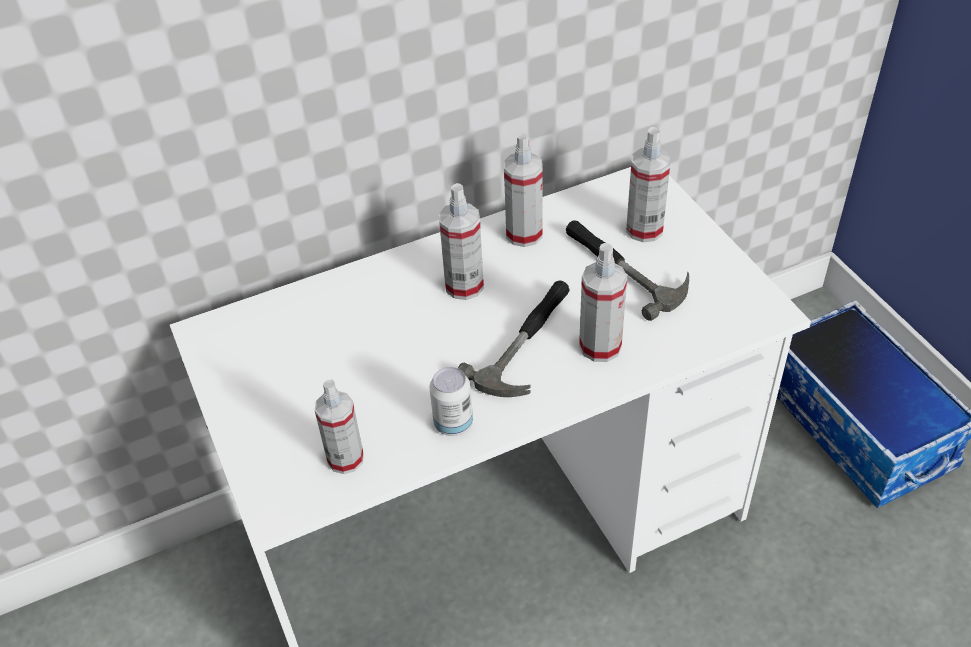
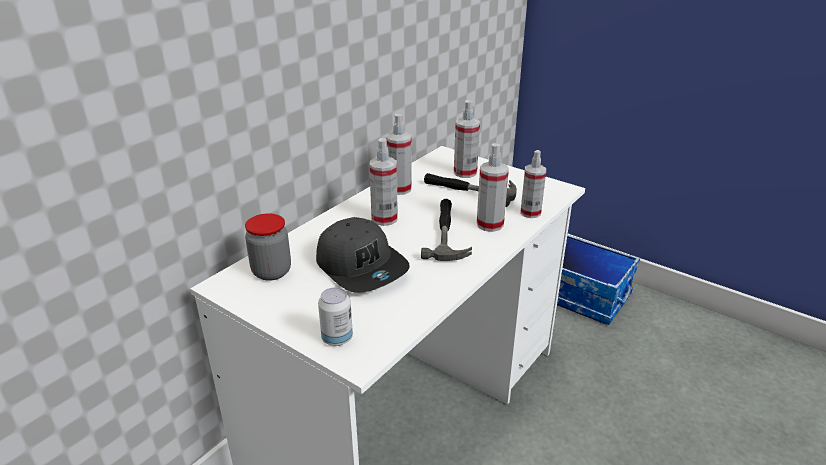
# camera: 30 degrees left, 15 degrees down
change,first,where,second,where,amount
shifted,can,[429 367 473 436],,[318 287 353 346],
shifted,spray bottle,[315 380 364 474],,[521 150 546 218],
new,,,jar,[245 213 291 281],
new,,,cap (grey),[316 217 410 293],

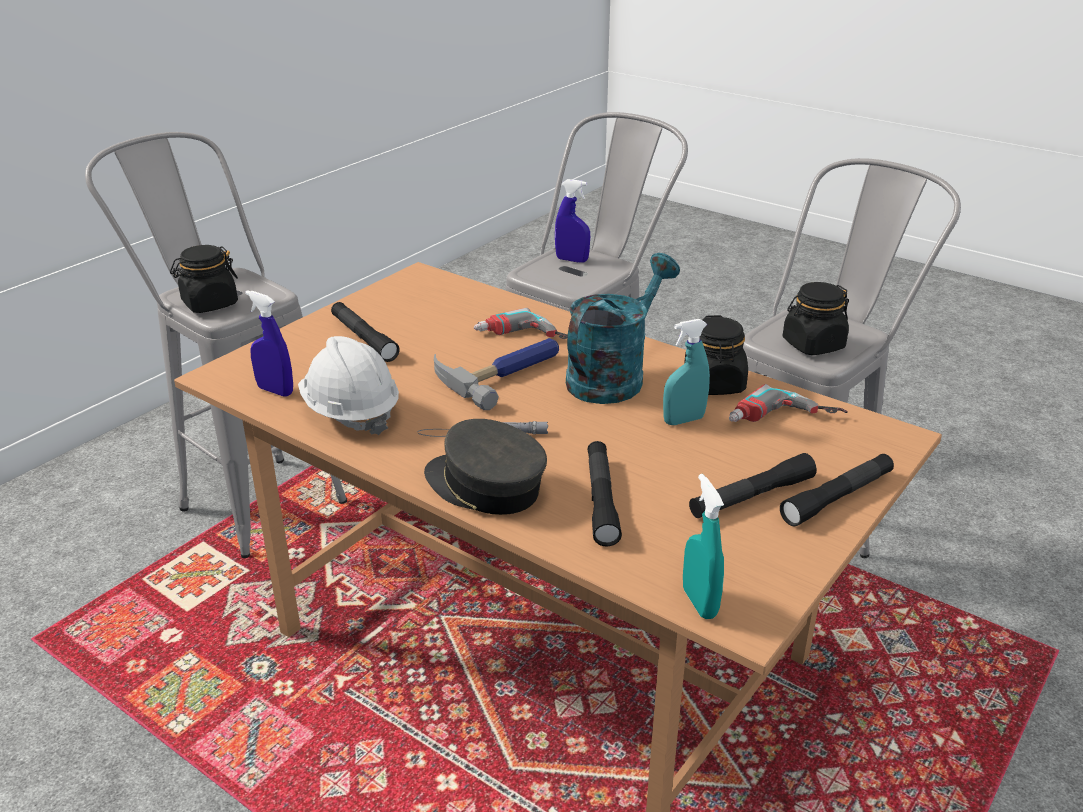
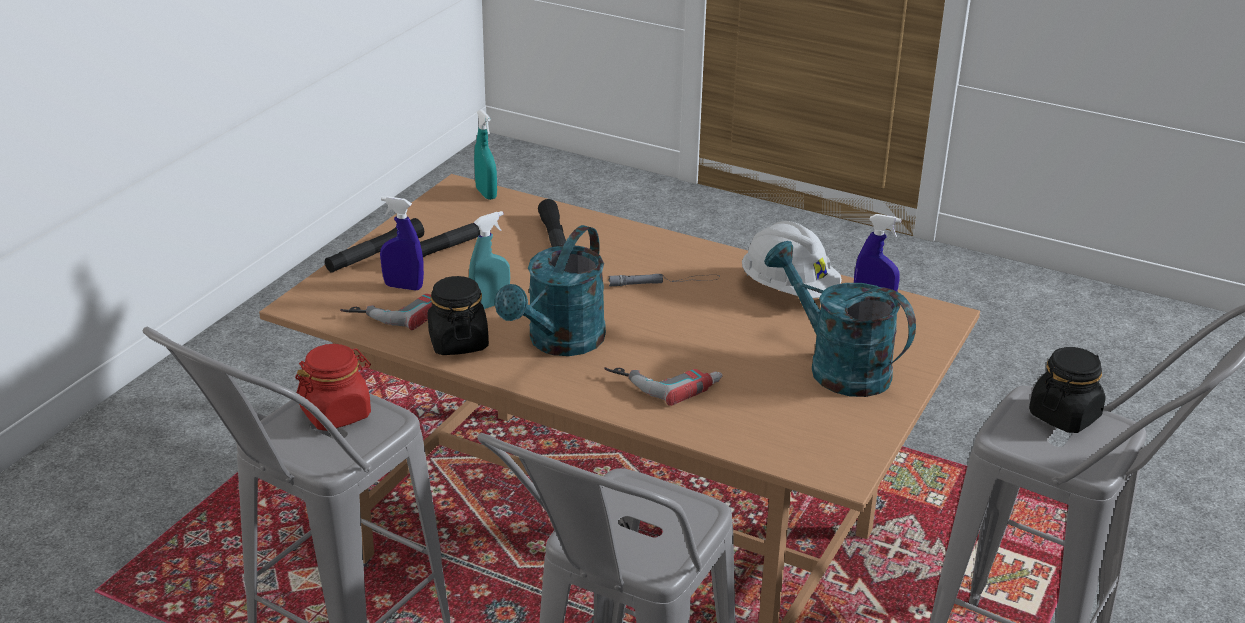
# camera: 170 degrees right, 0 degrees up
change,first,where,second,where,amount
shifted,spray bottle (blue),[555 179 590 263],,[380 196 424 290],
repainted,jar (black),[783 282 849 355],jar (red),[295 344 371 431],
swapped,flashlight (black),[331 302 400 362],watering can (turquoise),[764 241 916 397],
gone,hammer,[434 338 559 410],,,
gone,cap (grey),[424 419 547 515],,,

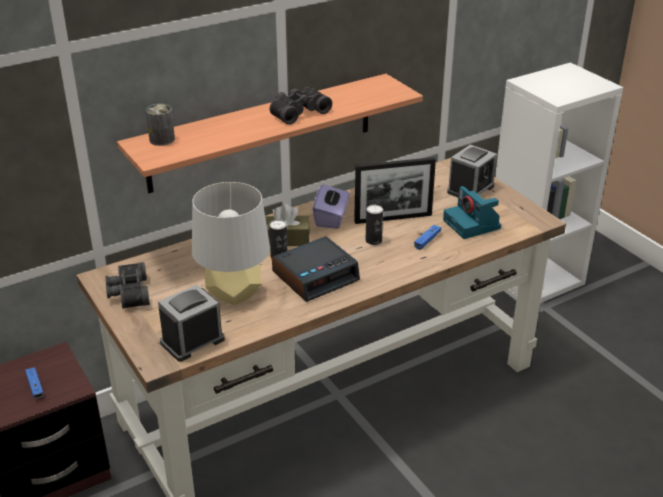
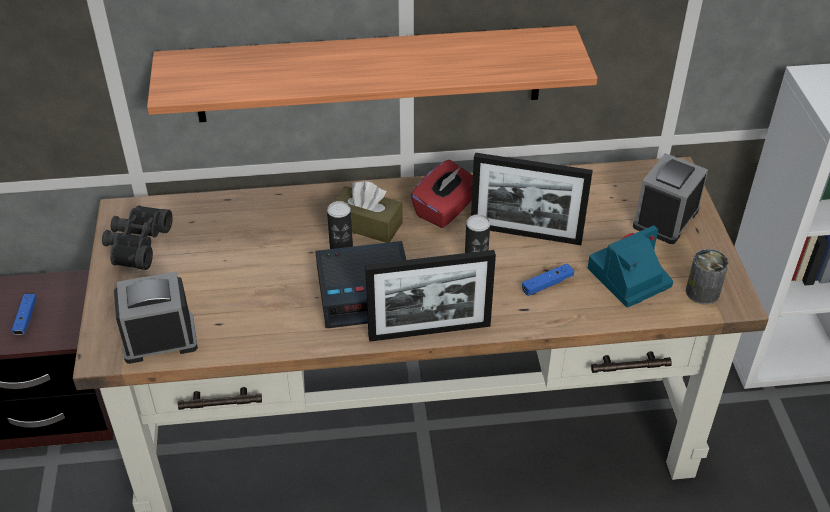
# camera: 25 degrees right, 10 degrees up
change,first,where,second,where,amount
gone,binoculars (black),[270 87 332 125],,,
shifted,can,[146 104 175 146],,[686 249 729 305],
rotated,alarm clock,[447 145 497 197],,[633 153 708 244],150 degrees clockwise
gone,table lamp (grey),[192 182 270 305],,,
repainted,tissue box (purple),[313 184 349 229],tissue box (red),[411 160 473 228],
rotated,photo camera,[443 186 501 239],,[588 226 673 307],60 degrees clockwise
new,,,picture frame,[365 250 496 342],

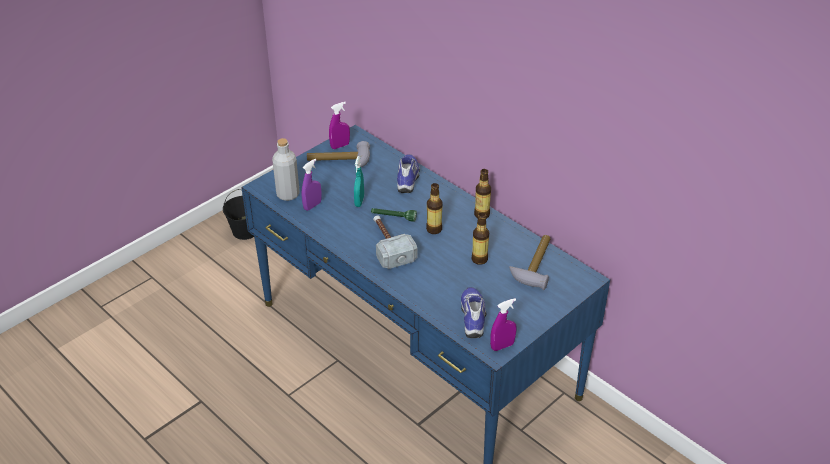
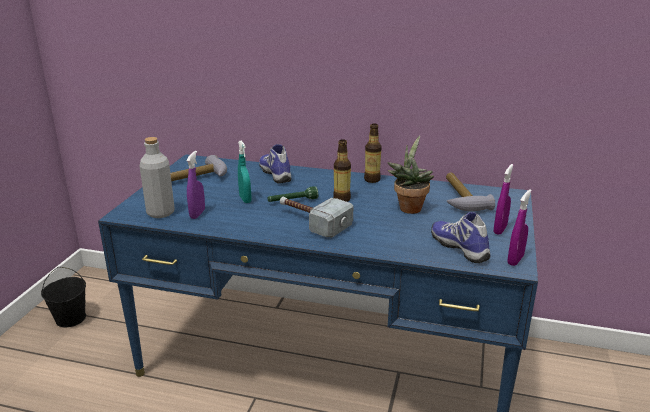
# camera: 30 degrees left, 15 degrees down
change,first,where,second,where,amount
shifted,spray bottle (purple),[329 102 350 149],,[494 164 513 235],
swapped,bottle,[471 213 489 265],potted plant,[387 136 434 214],

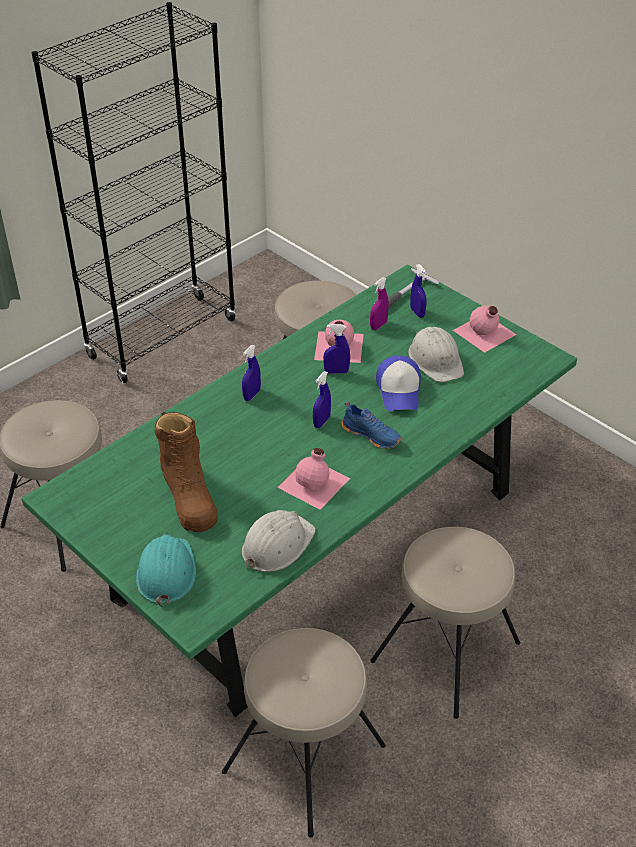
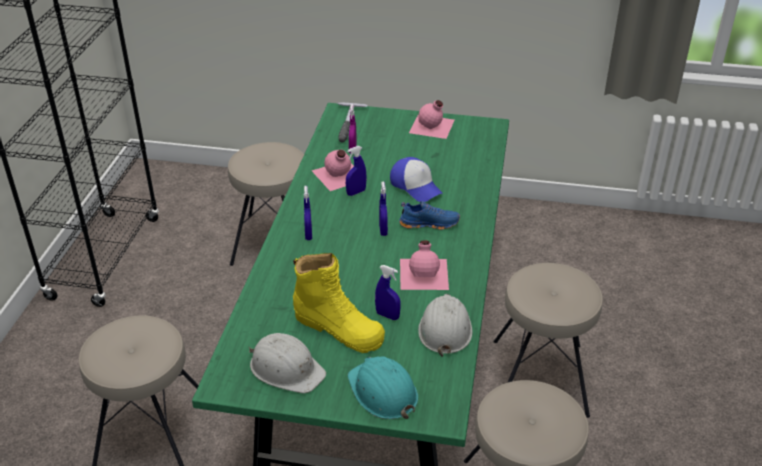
# camera: 35 degrees left, 5 degrees down
change,first,where,second,where,amount
shifted,spray bottle (blue),[410 264 427 318],,[375 265 401 320],
shifted,hard hat (white),[408 327 464 382],,[249 333 326 393],
repainted,boot (brown),[155 412 218 532],boot (yellow),[293 253 385 353],

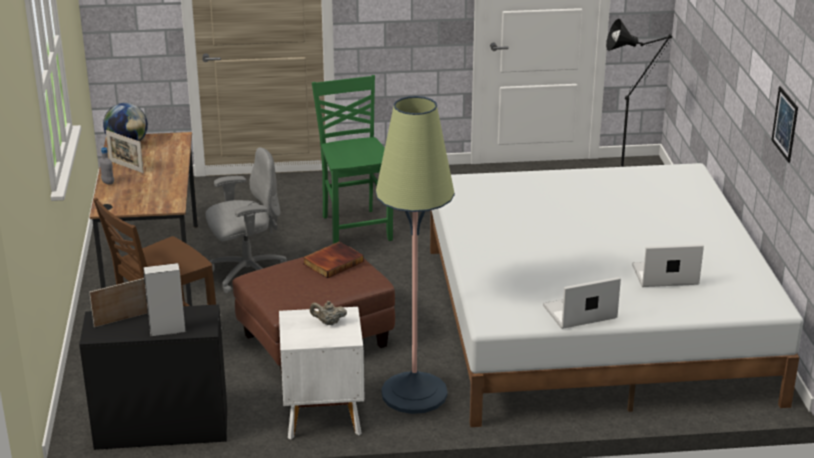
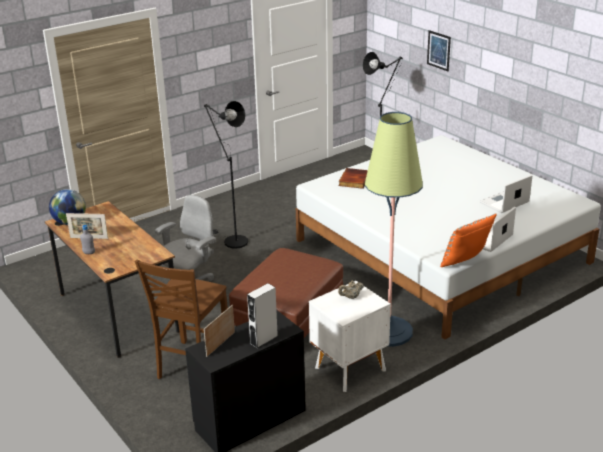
# camera: 30 degrees left, 0 degrees up
change,first,where,second,where,amount
swapped,chair (green),[312 75 393 244],floor lamp (black),[204 101 248 249],
shifted,picture,[771 86 798 163],,[427 30 451 71],
shifted,book,[303 242 364 279],,[339 168 368 189],
new,,,pillow (orange),[440 213 497 267],

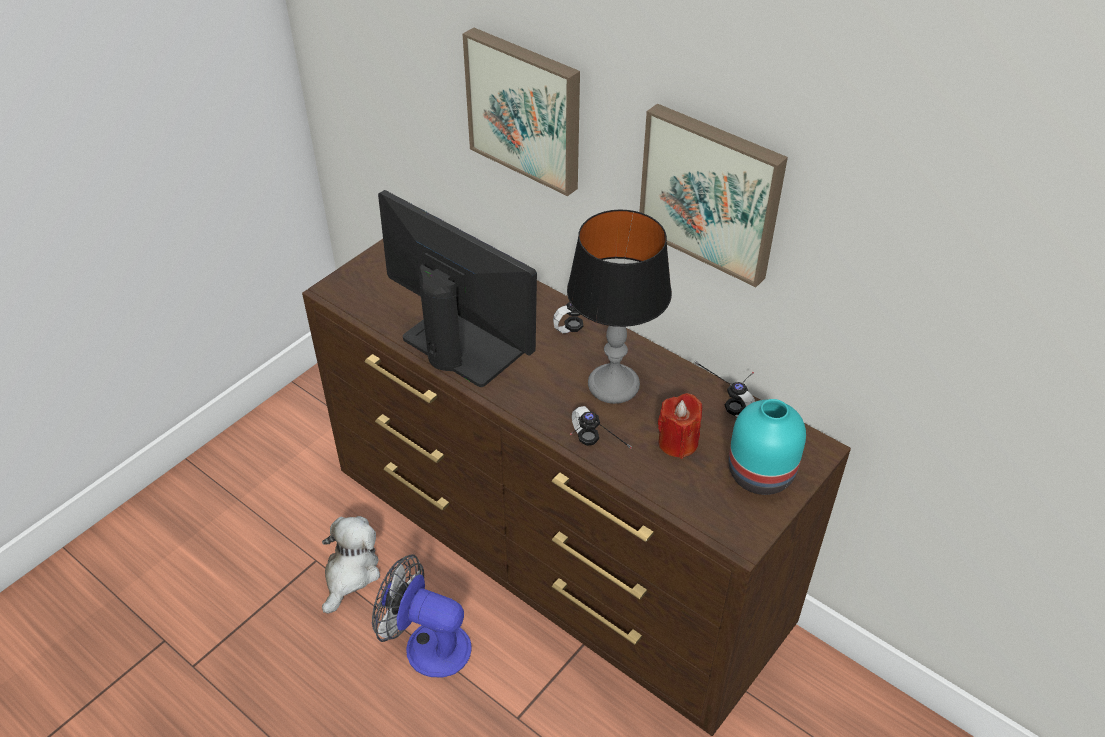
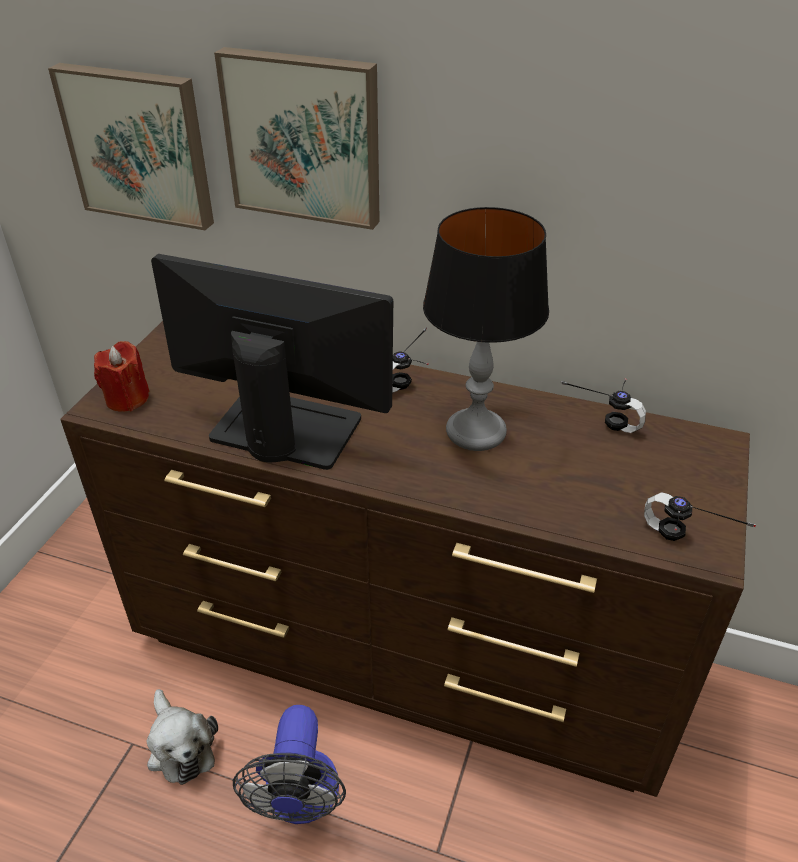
# camera: 20 degrees left, 5 degrees down
change,first,where,second,where,amount
shifted,picture,[639 103 788 287],,[48 63 214 230],
shifted,candle (red),[658 393 702 459],,[94 341 149 412],
gone,vase (turquoise),[728 399 806 495],,,
shifted,headphones,[570 406 632 449],,[644 492 756 541],
rotated,plush toy,[322 516 380 614],,[147 689 218 785],150 degrees clockwise
rotated,fan,[372 555 471 678],,[233 705 346 824],90 degrees counterclockwise

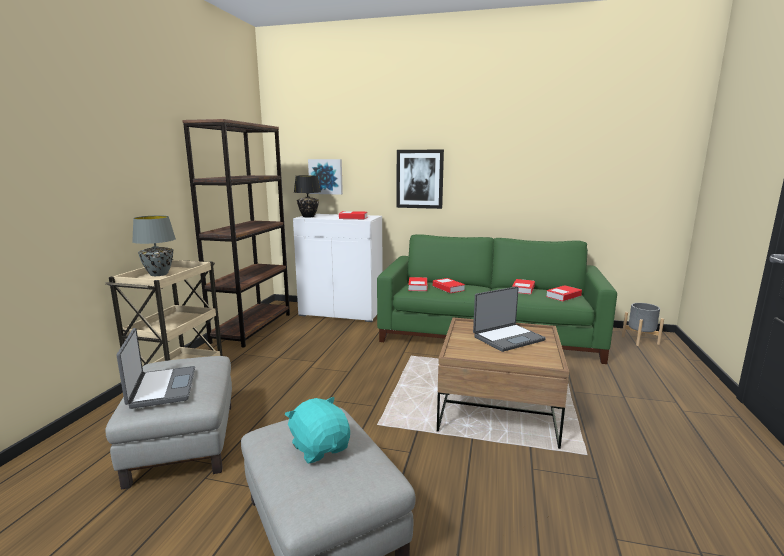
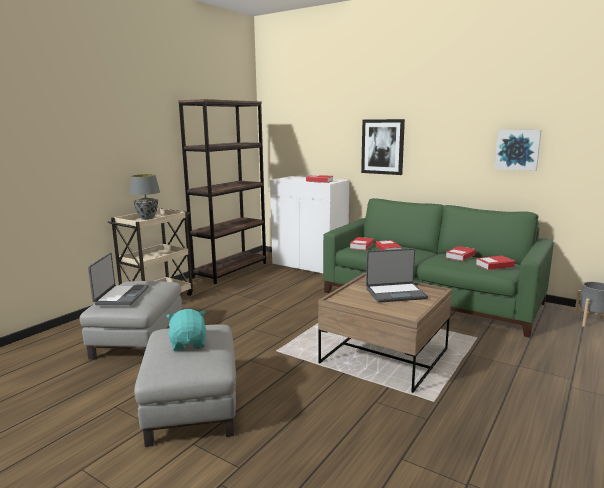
# camera: 20 degrees right, 0 degrees up
change,first,where,second,where,amount
shifted,picture,[308 159 343 195],,[494 130 542 171],
gone,table lamp (black),[294 175 321 218],,,

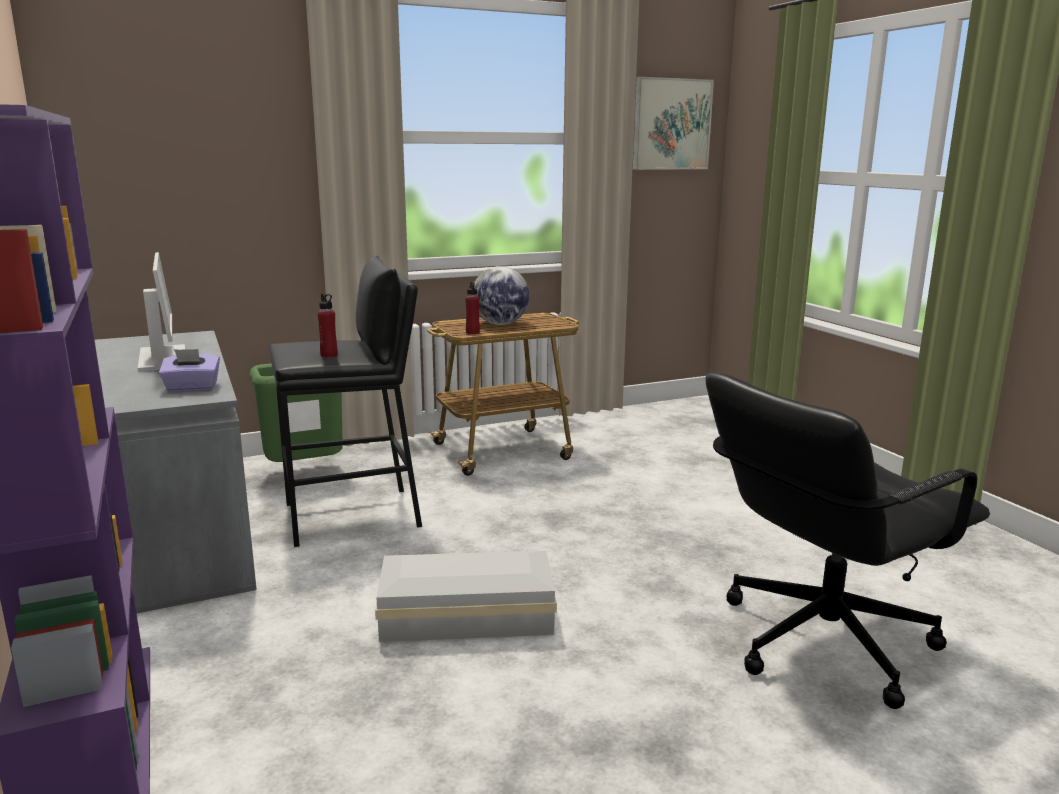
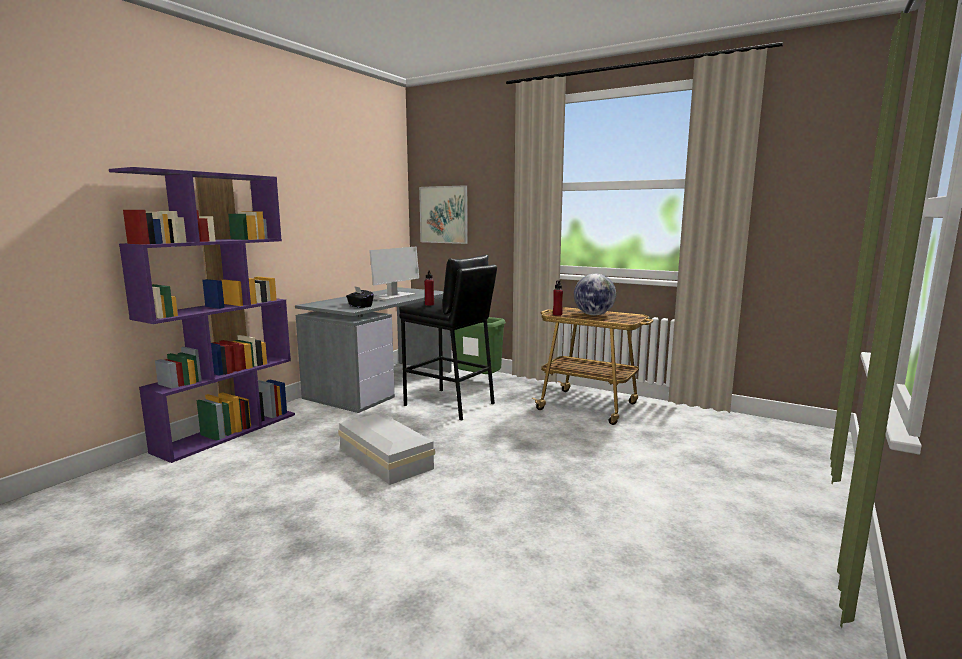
# camera: 55 degrees right, 5 degrees down
change,first,where,second,where,amount
shifted,picture,[633 77 714 170],,[419 185 468 244],
repainted,tissue box (purple),[159 349 220 392],tissue box (black),[346 286 374 308],
gone,office chair (black),[706 373 990 709],,,

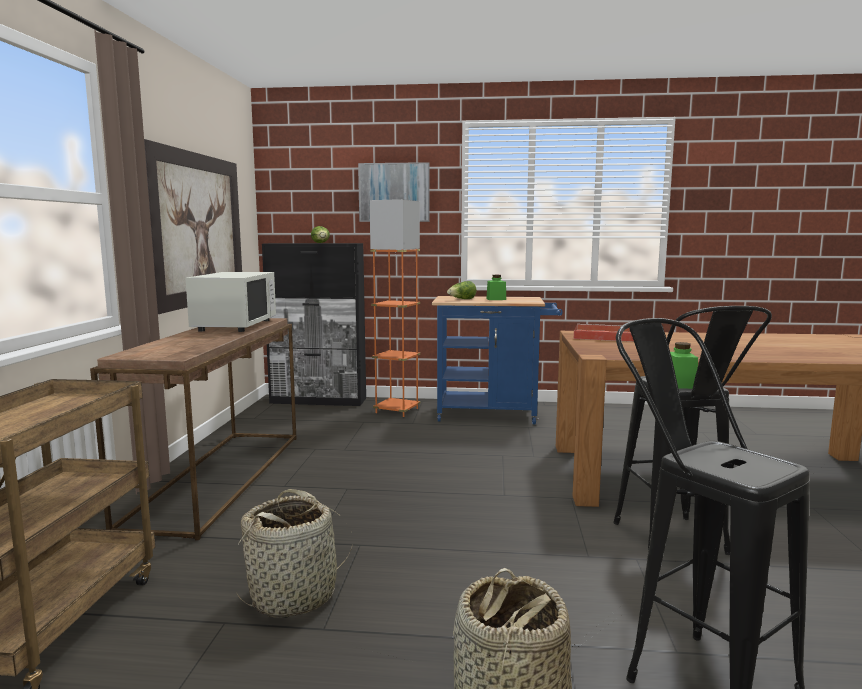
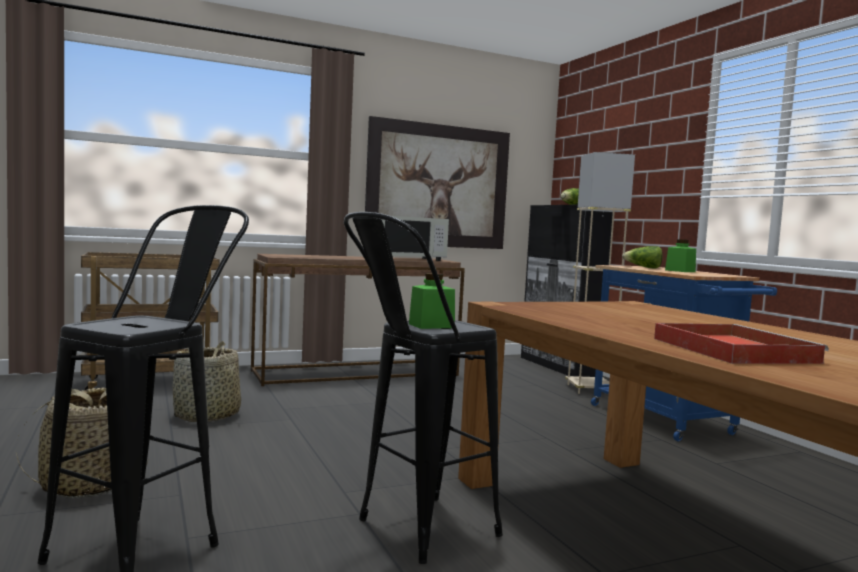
# camera: 60 degrees right, 5 degrees down
change,first,where,second,where,amount
gone,picture,[358 162 429 222],,,
repainted,floor lamp (orange),[370 199 420 417],floor lamp (beige),[565 152 635 394],
shifted,tray (red),[574 324 634 342],,[654 323 829 364],

